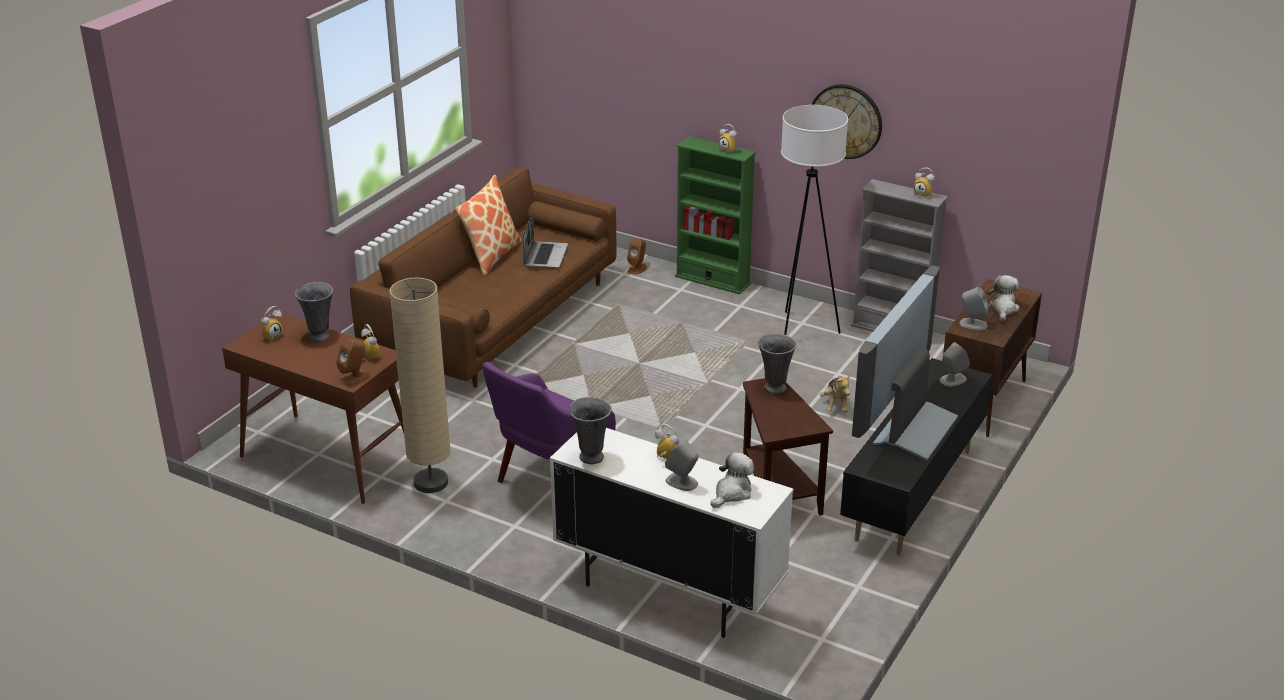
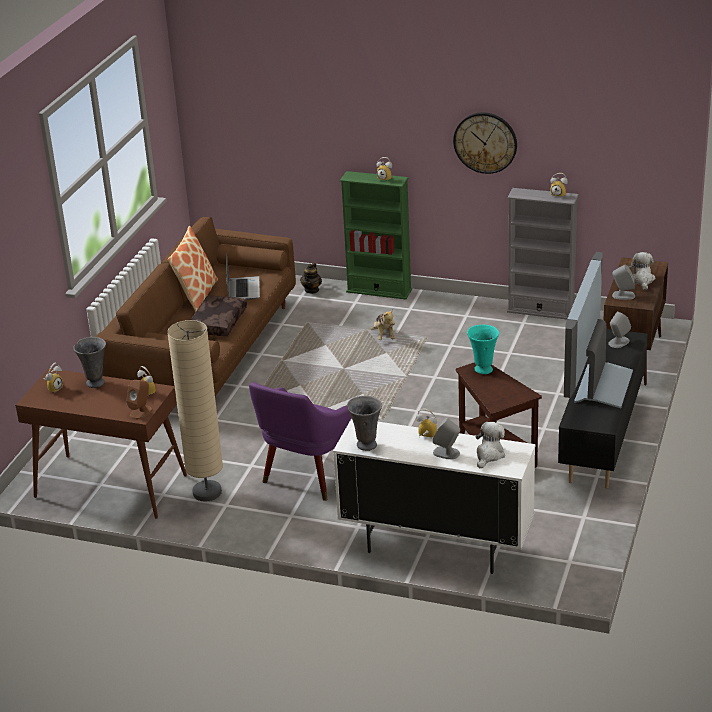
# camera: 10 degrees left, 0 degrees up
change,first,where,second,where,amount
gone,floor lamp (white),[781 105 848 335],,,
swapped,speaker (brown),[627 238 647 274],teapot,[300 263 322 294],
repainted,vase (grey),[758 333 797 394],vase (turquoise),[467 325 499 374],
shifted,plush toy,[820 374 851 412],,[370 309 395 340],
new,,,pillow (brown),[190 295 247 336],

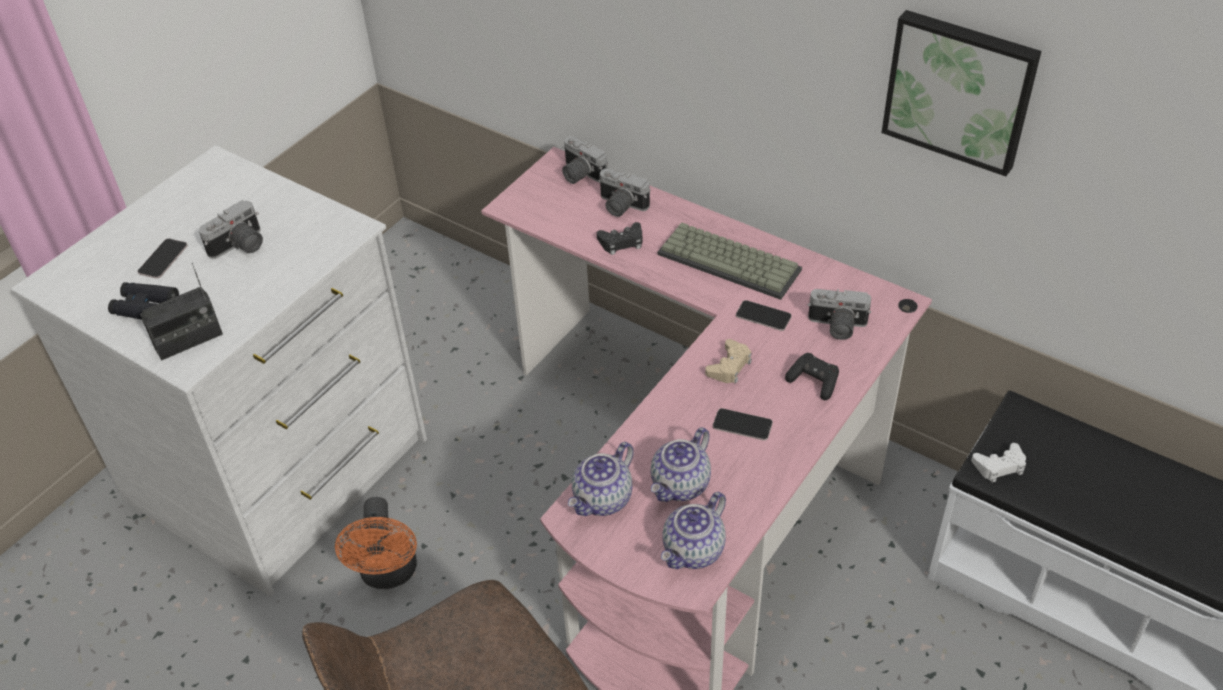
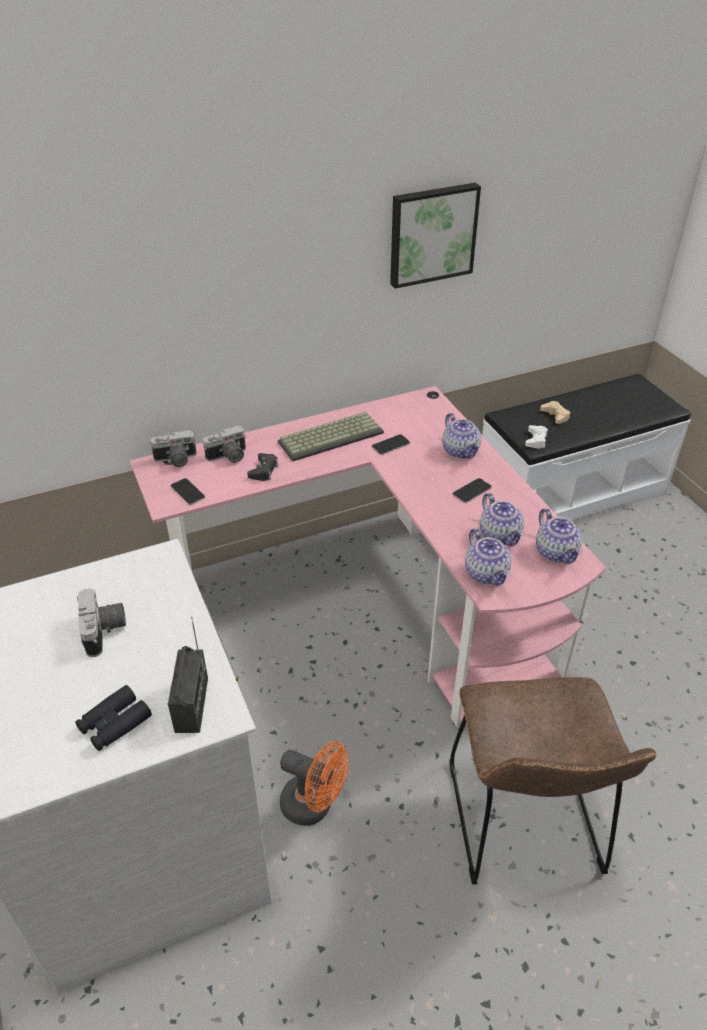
# camera: 60 degrees left, 5 degrees down
change,first,where,second,where,amount
shifted,phone,[137 238 188 279],,[170 478 205 505],
gone,photo camera,[808 289 871 340],,,
shifted,game controller (beige),[705 339 752 384],,[540 401 570 424],
swapped,game controller (black),[785 353 839 400],teapot,[442 413 481 459],

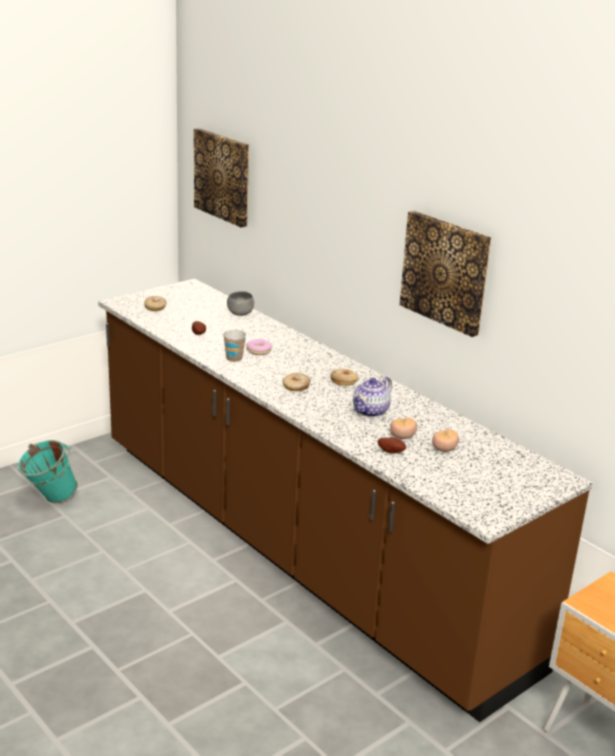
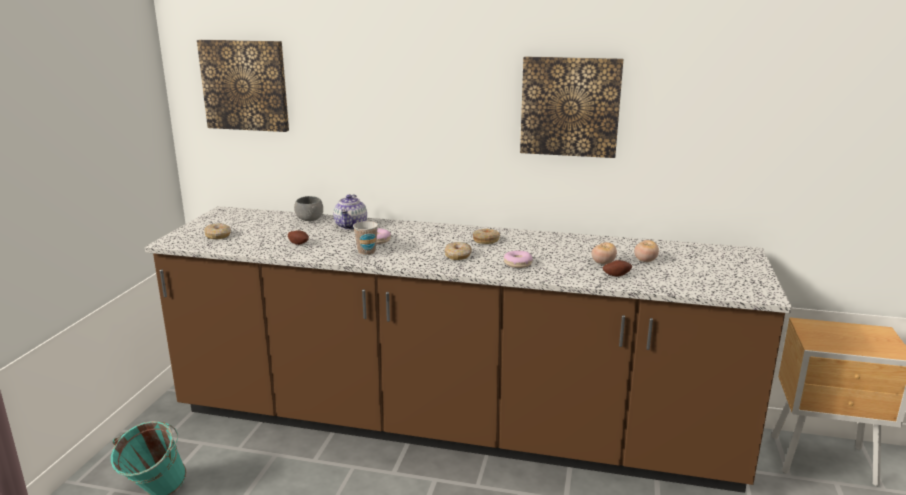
# camera: 35 degrees left, 5 degrees down
change,first,where,second,where,amount
shifted,teapot,[352 377 392 417],,[333 194 367 230],
new,,,donut,[504 251 533 268],

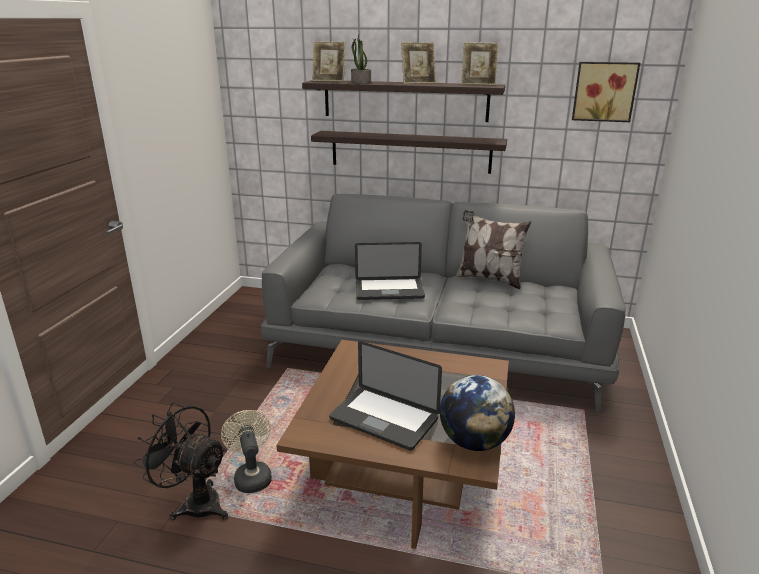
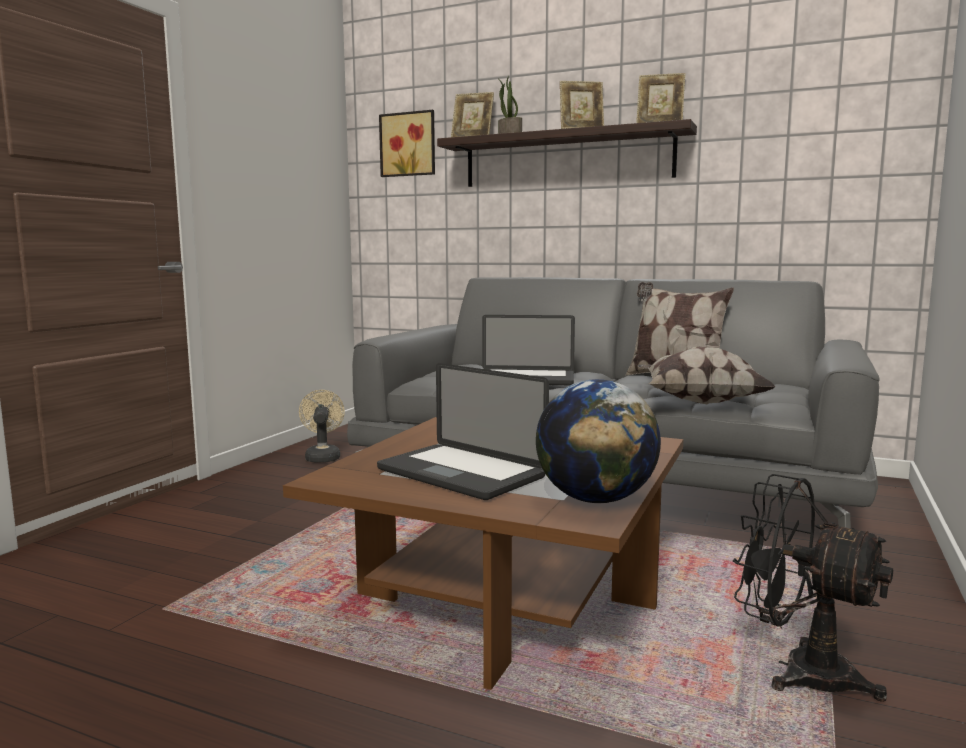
# camera: 10 degrees right, 15 degrees down
change,first,where,second,where,amount
shifted,picture,[572 62 640 122],,[379 110 435 177],
gone,shelf,[311 131 507 174],,,
shifted,fan (black),[134 402 228 520],,[733 474 893 702],
shifted,fan (beige),[221 410 272 493],,[299 390 345 462],
new,,,pillow,[637 347 776 404],

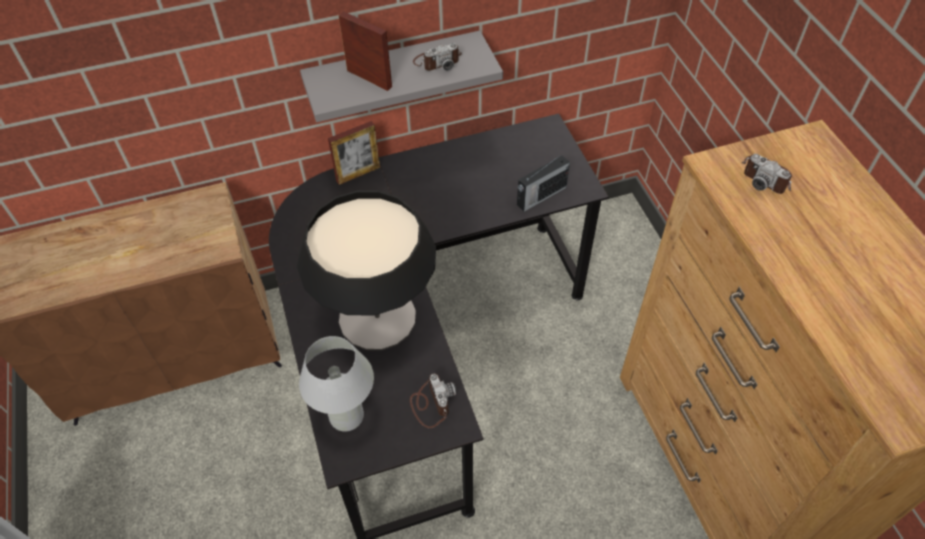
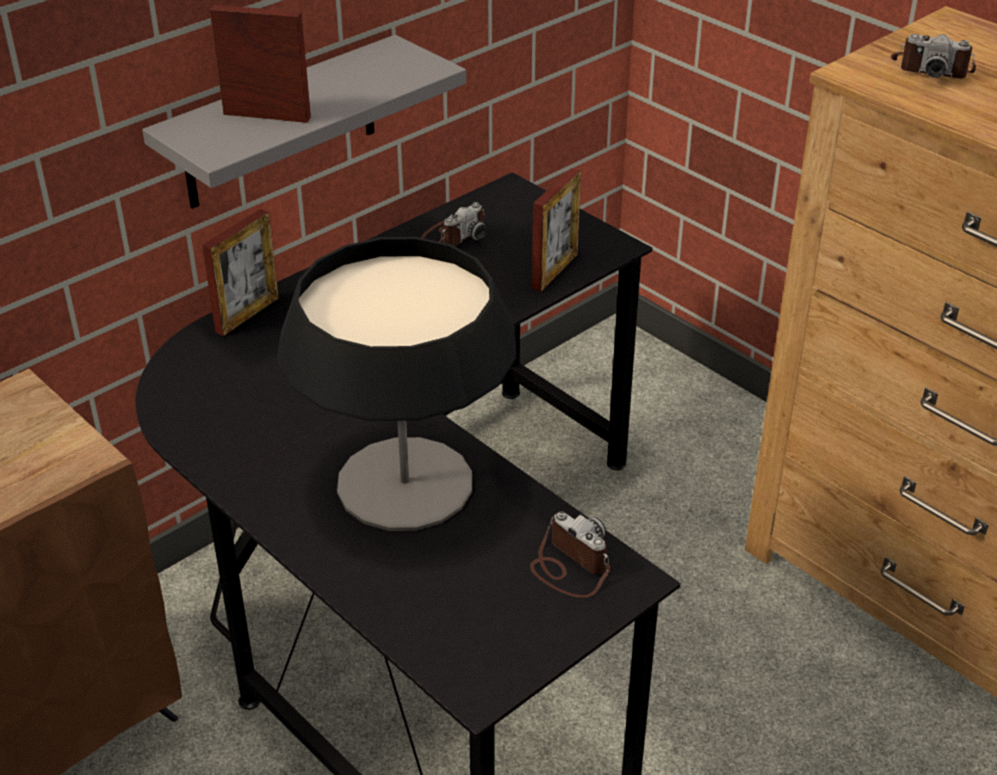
# camera: 25 degrees left, 15 degrees down
change,first,where,second,where,amount
shifted,photo camera,[413 43 462 71],,[421 202 486 246],
swapped,radio,[517 154 570 212],picture frame,[532 168 581 291],
gone,table lamp (white),[299 336 374 431],,,

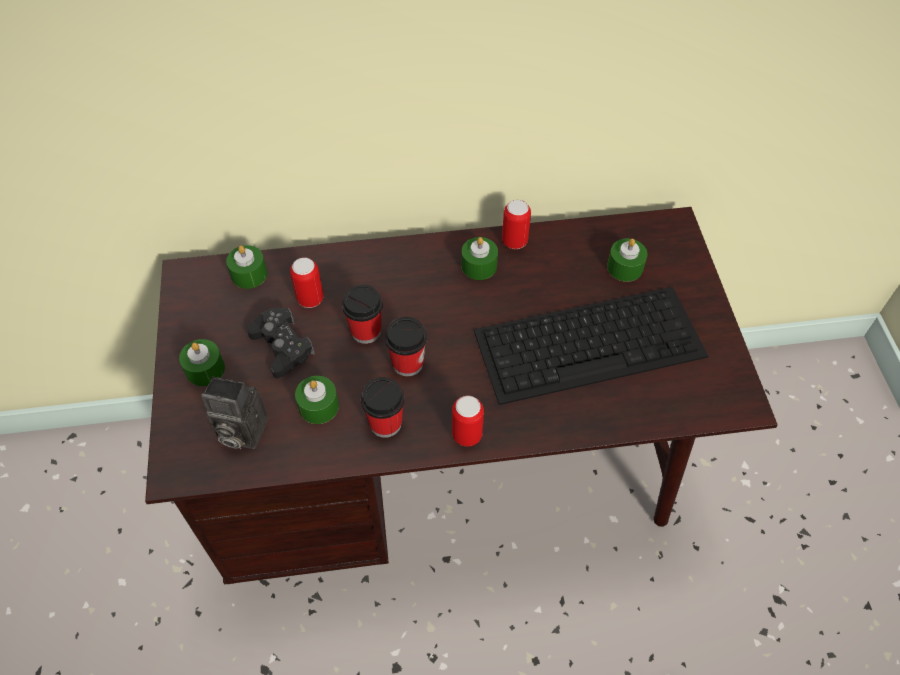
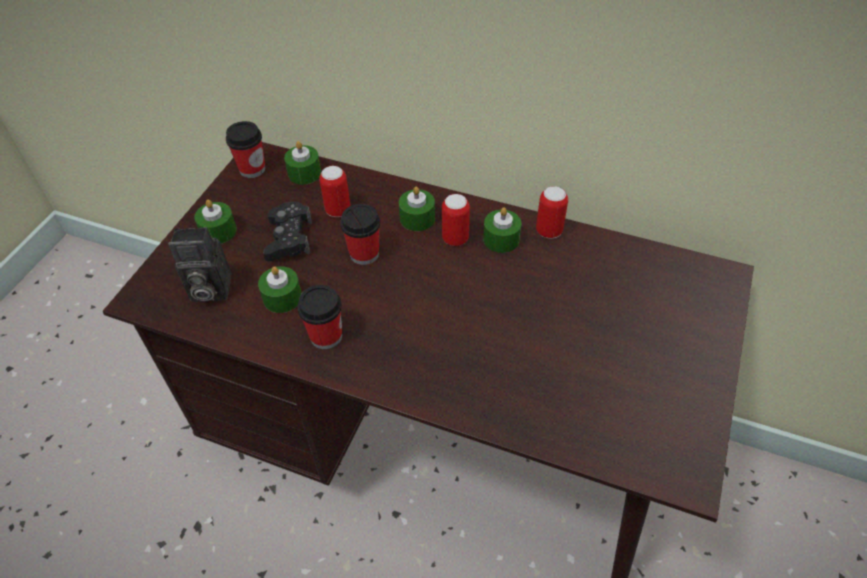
# camera: 30 degrees right, 5 degrees down
change,first,where,second,where,amount
shifted,candle (green),[607 238 648 282],,[399 187 435 231],
gone,keyboard,[474 287 708 405],,,
shifted,cup,[385 317 427 377],,[226 121 266 178],
rotated,photo camera,[201 376 268 450],,[168 227 231 302],45 degrees counterclockwise
shifted,can,[452 396 484 446],,[442 194 470 246],

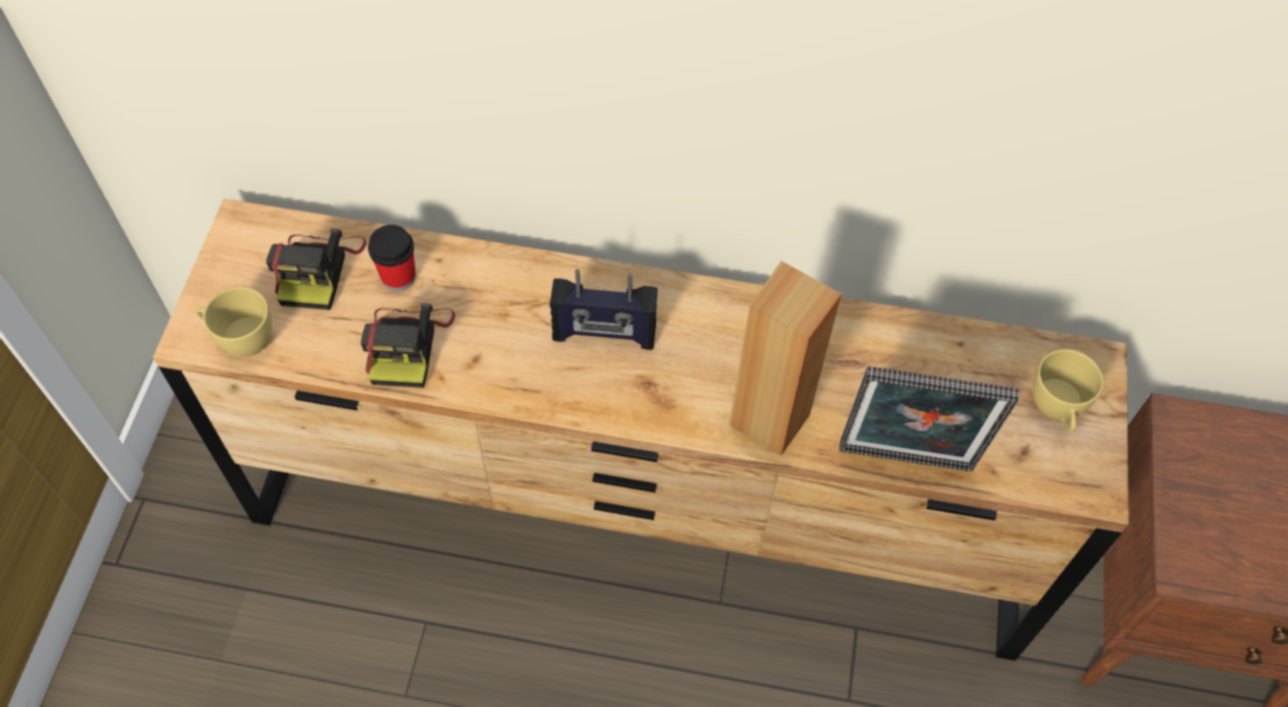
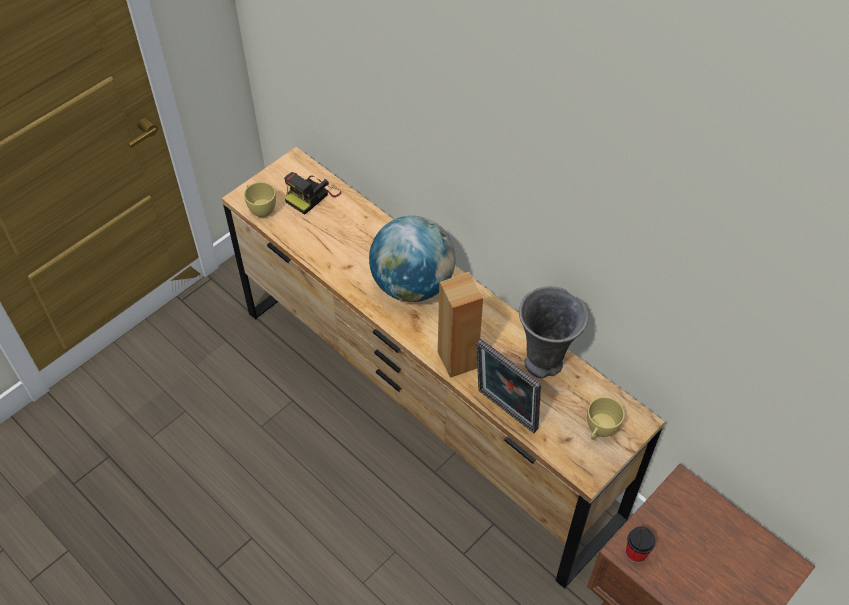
# camera: 35 degrees right, 5 degrees down
change,first,where,second,where,amount
shifted,cup,[368 225 416 291],,[626 526 656 563],
swapped,radio,[550 269 658 350],globe,[369 216 456 302],
gone,photo camera,[361 303 455 388],,,
new,,,vase (grey),[519 286 588 378],

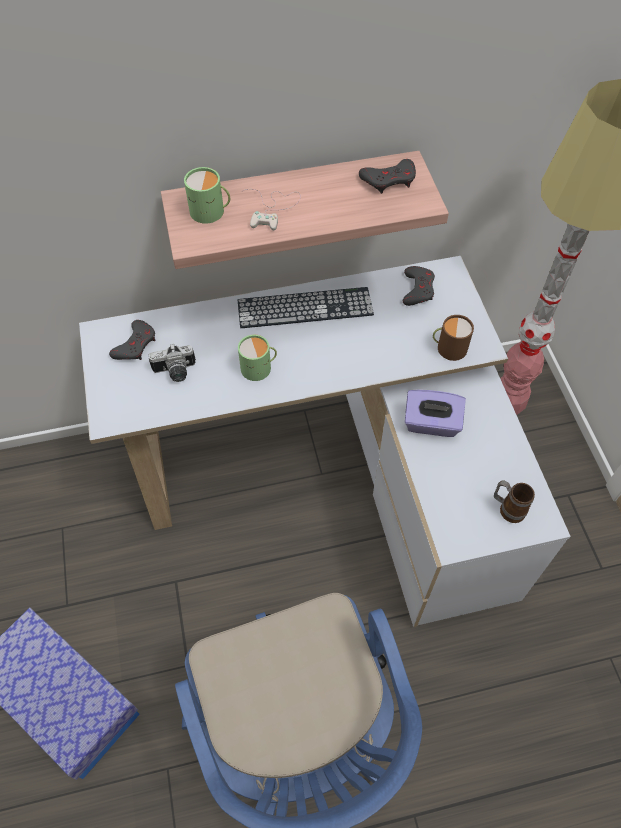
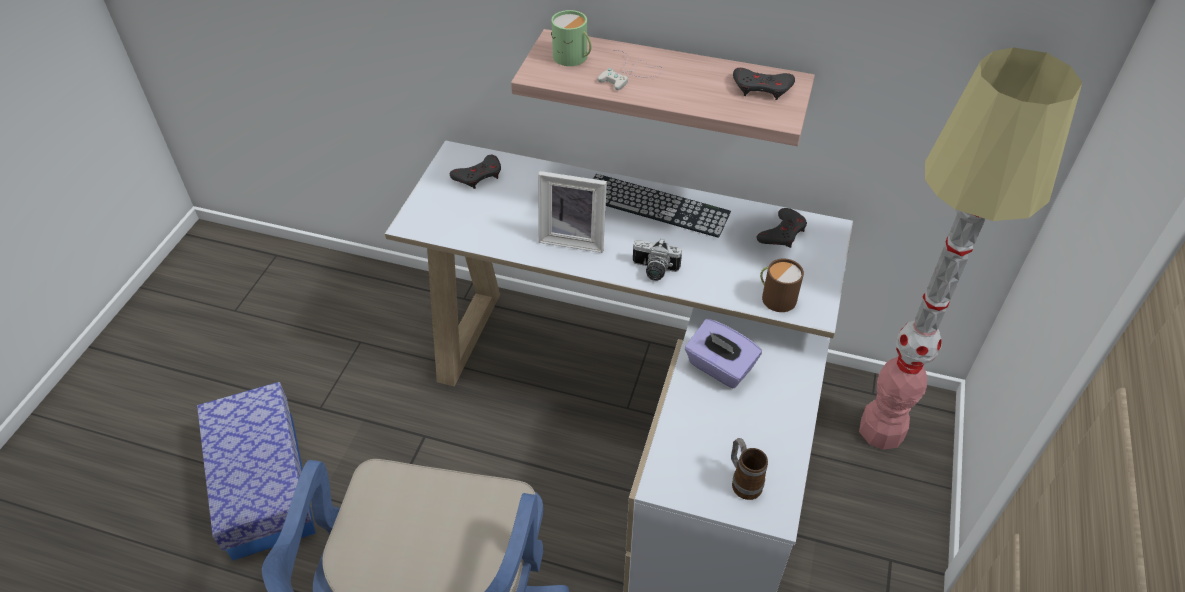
# camera: 30 degrees right, 10 degrees down
change,first,where,second,where,amount
swapped,mug (green),[238 335 277 381],picture frame,[538 171 607 253],
shifted,photo camera,[149 344 196 382],,[633 238 682 281],

